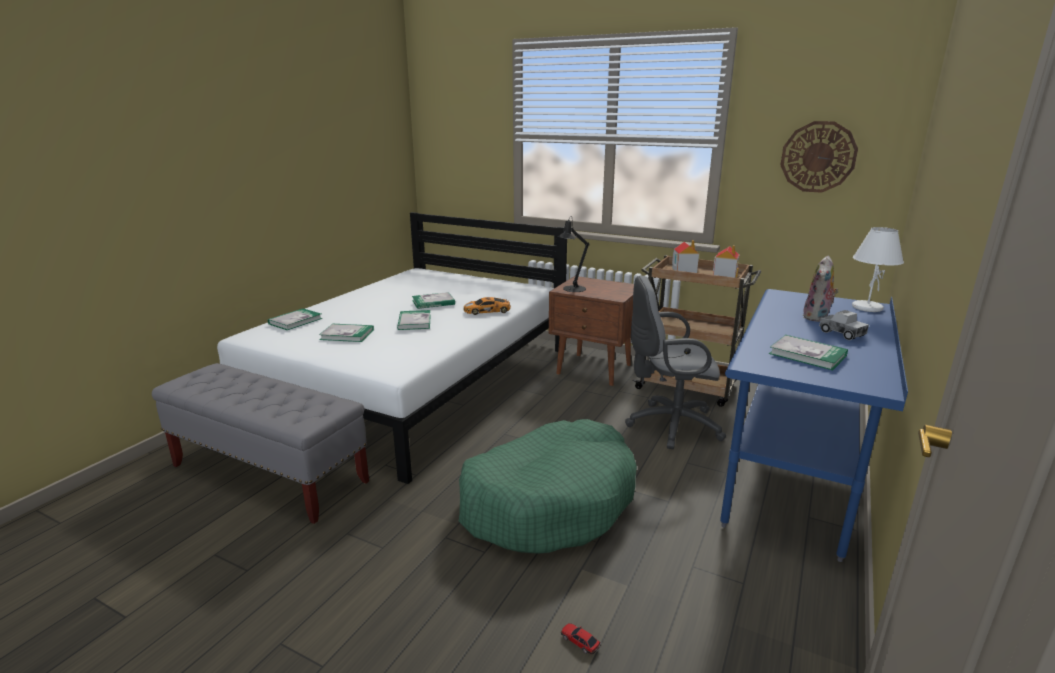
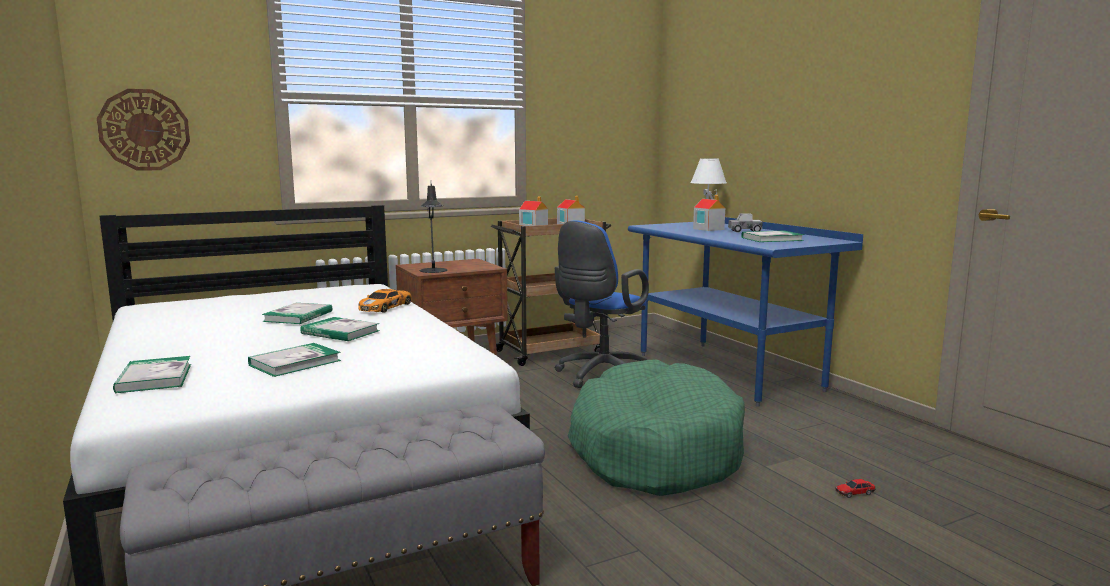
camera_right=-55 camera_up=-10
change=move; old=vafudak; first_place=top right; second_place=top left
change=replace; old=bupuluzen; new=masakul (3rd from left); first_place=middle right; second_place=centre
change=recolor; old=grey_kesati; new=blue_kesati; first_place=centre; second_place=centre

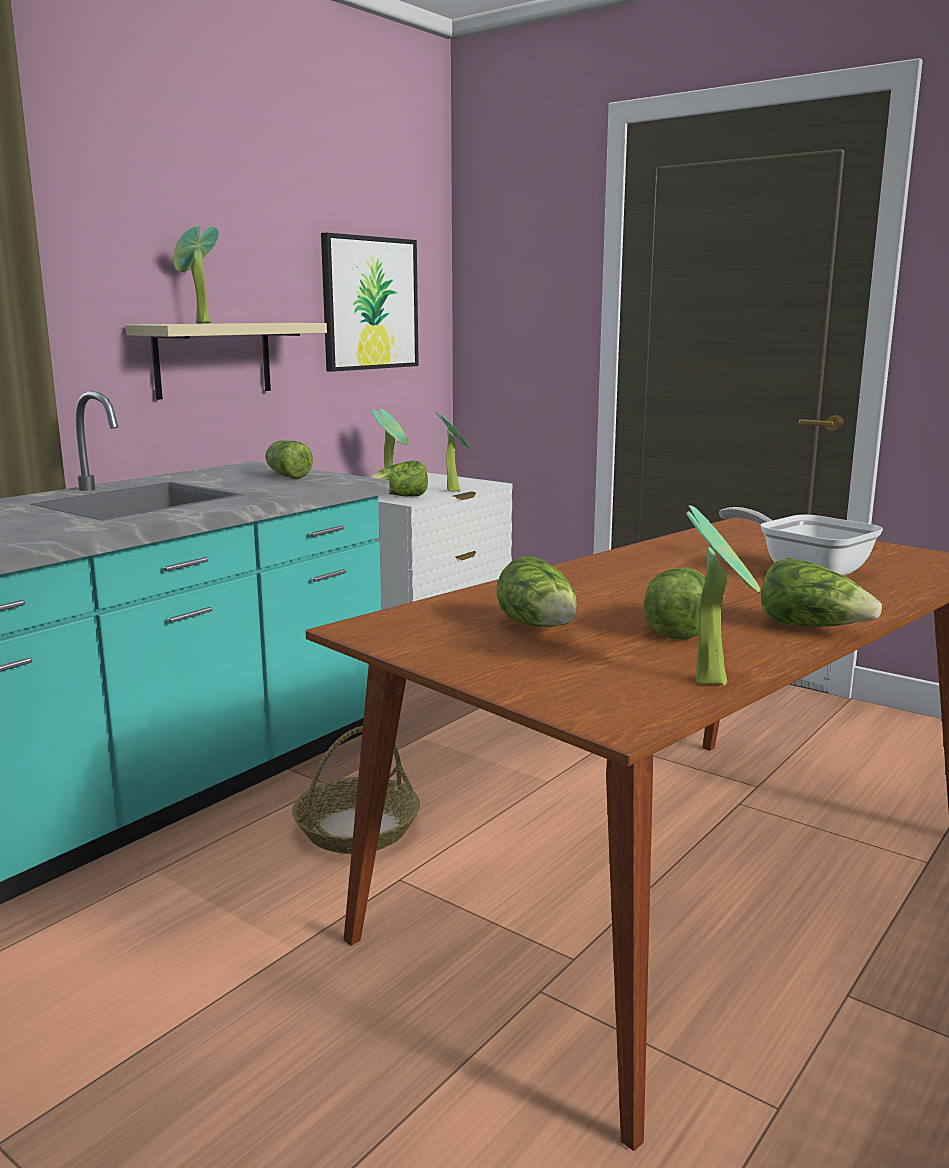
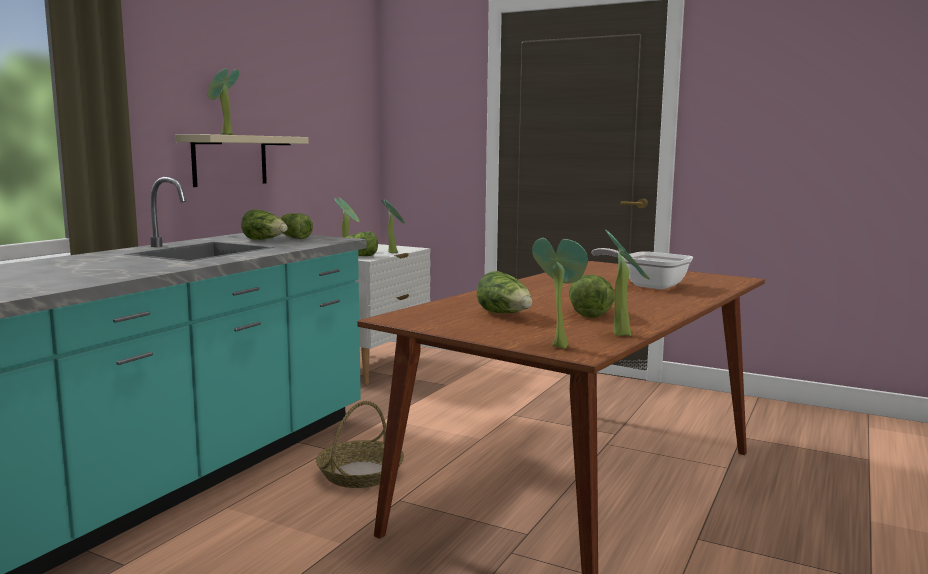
camera_right=-10 camera_up=-5
change=delete; old=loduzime; first_place=top centre
change=move; old=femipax (5th from left in the first image); new=femipax (1st from left); first_place=middle right; second_place=middle left
change=insert; new=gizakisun (4th from left); second_place=centre

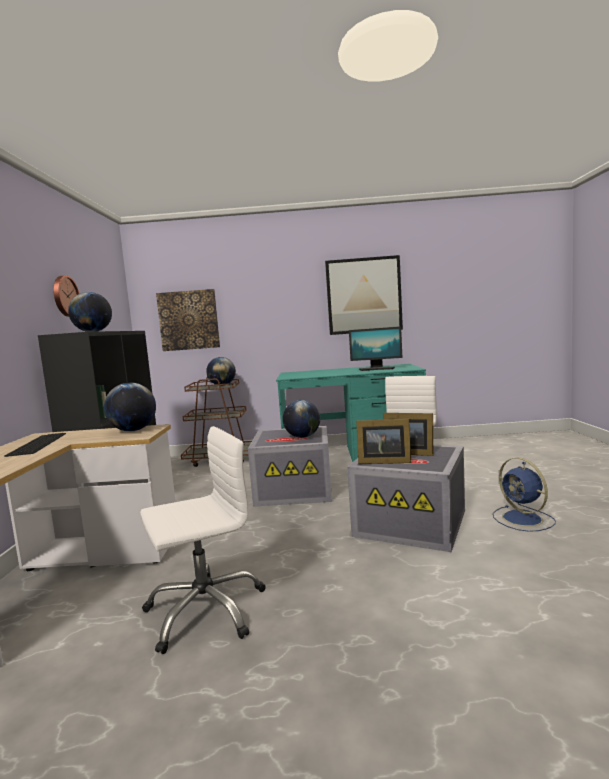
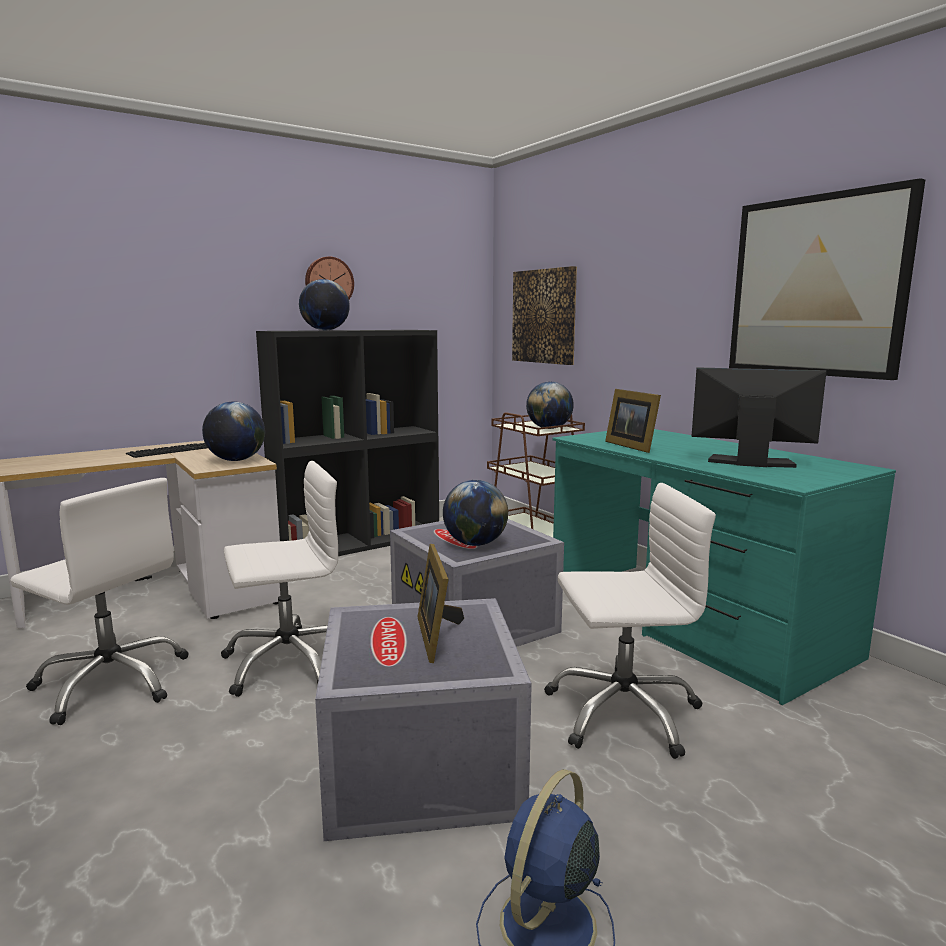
camera_right=55 camera_up=5
change=rotate; old=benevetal; first_place=centre; second_place=middle right; degrees=135
change=move; old=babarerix (1st from left in the first image); new=babarerix (2nd from left); first_place=centre; second_place=middle right
change=insert; new=white_kesati (2nd from left); second_place=middle left

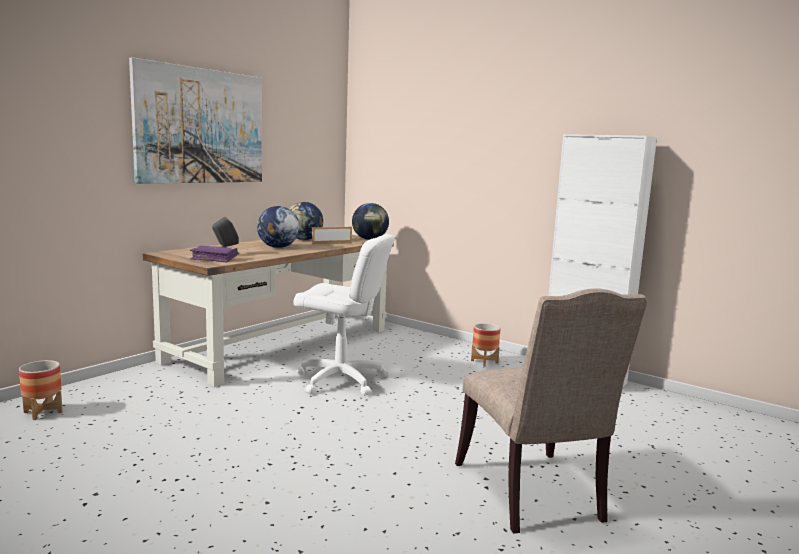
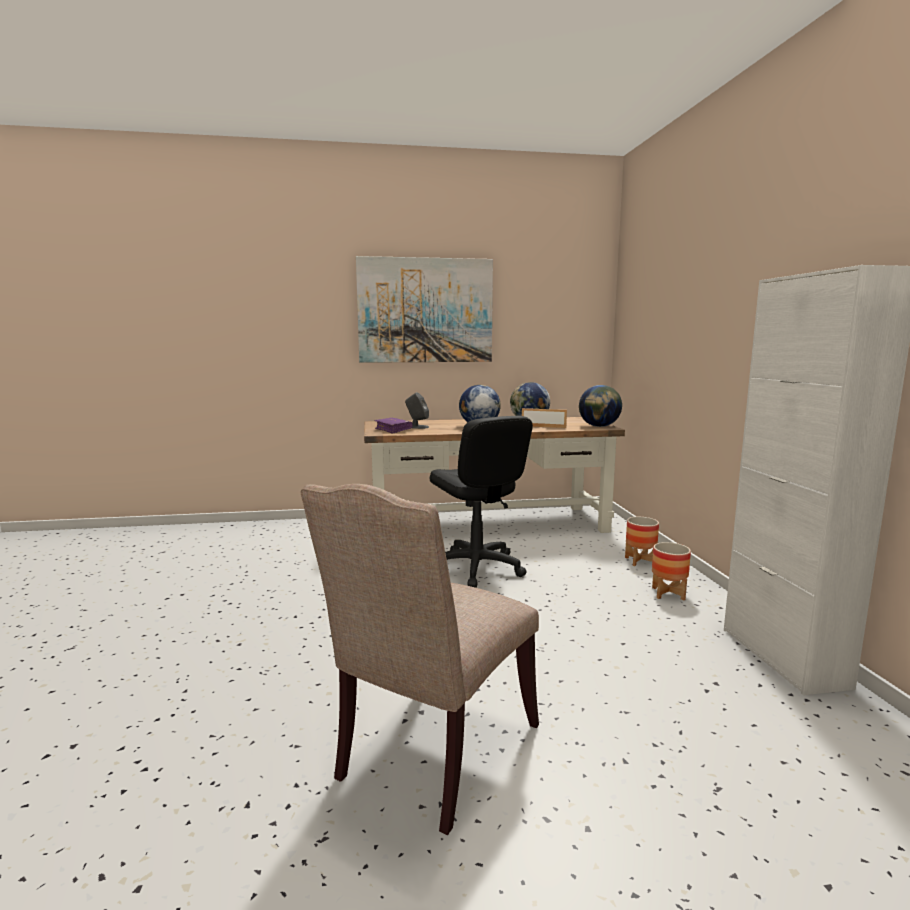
camera_right=45 camera_up=0
change=recolor; old=white_kesati; new=black_kesati; first_place=centre; second_place=centre
change=move; old=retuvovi (1st from left); first_place=bottom left; second_place=middle right

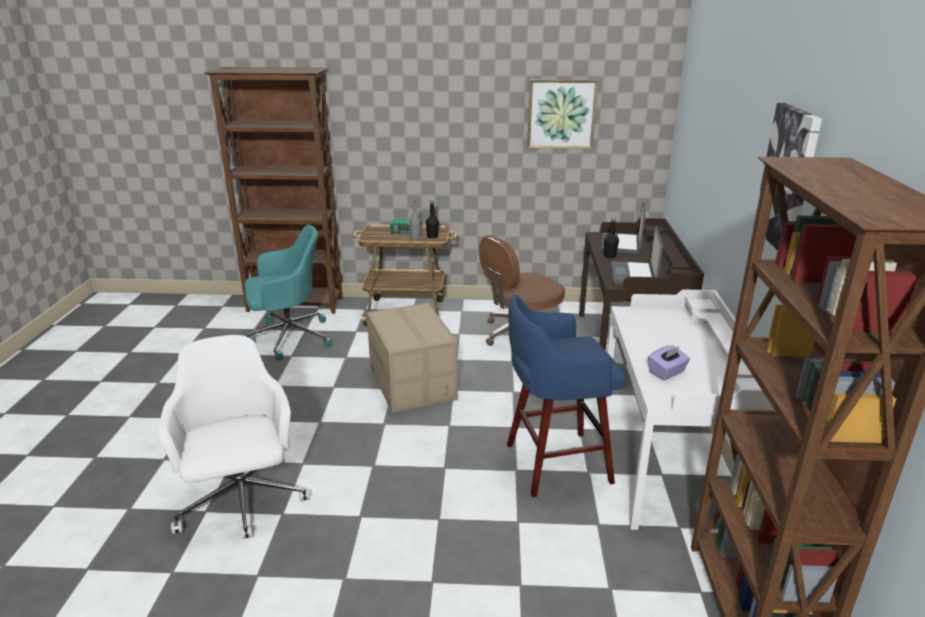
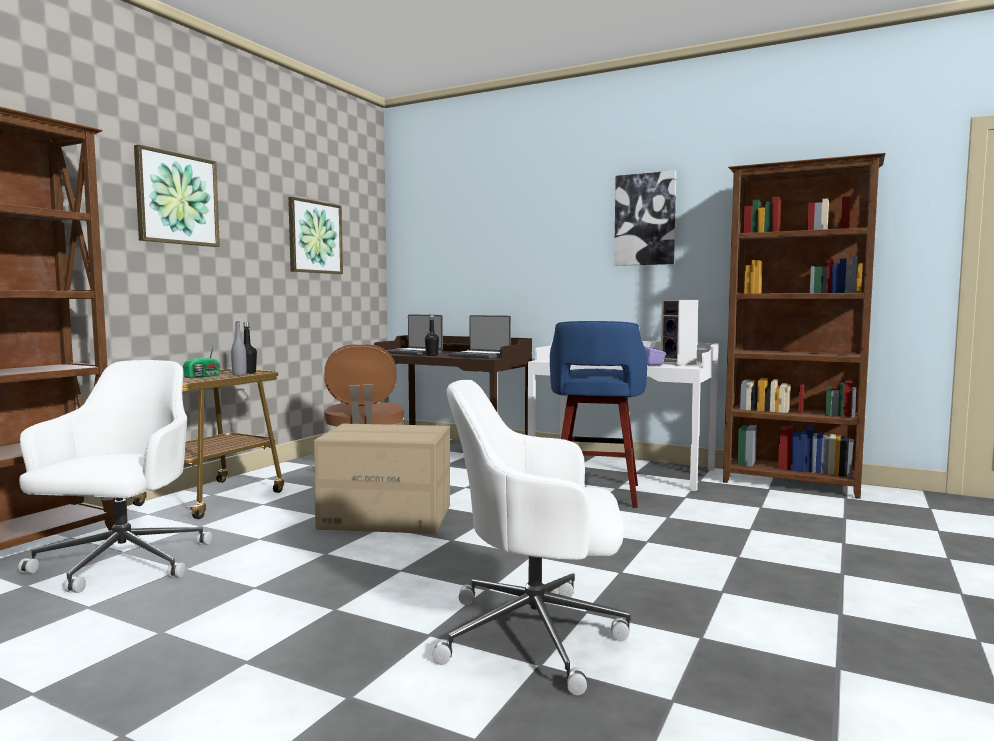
camera_right=-65 camera_up=-20
change=recolor; old=turquoise_kesati; new=white_kesati (1st from left); first_place=middle left; second_place=middle left
change=insert; new=loduzime (1st from left); second_place=top left
change=insert; new=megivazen; second_place=middle right

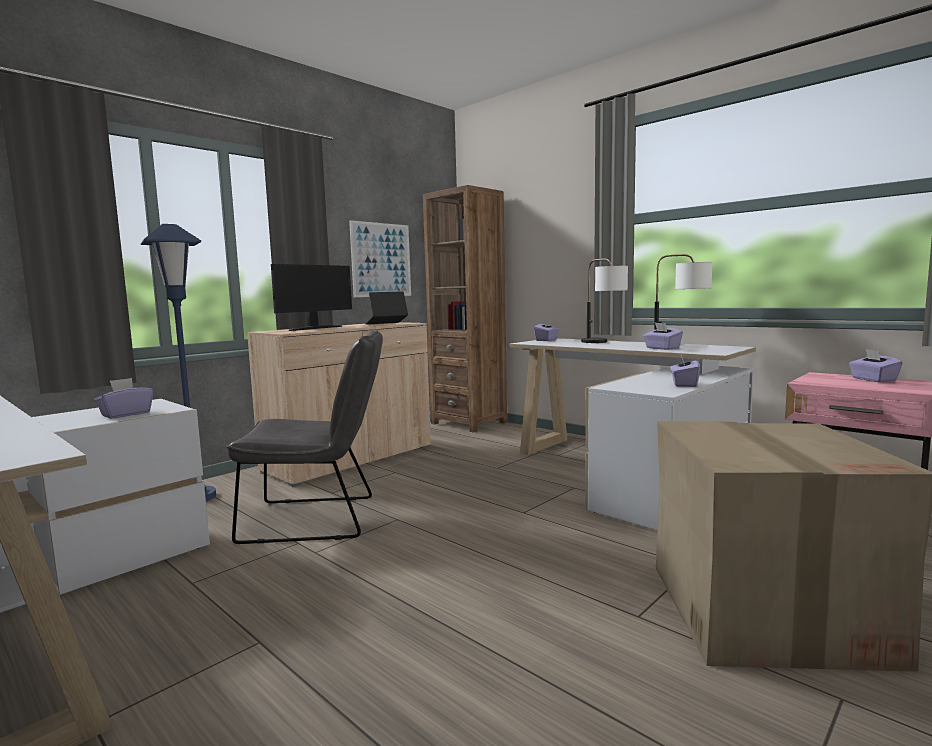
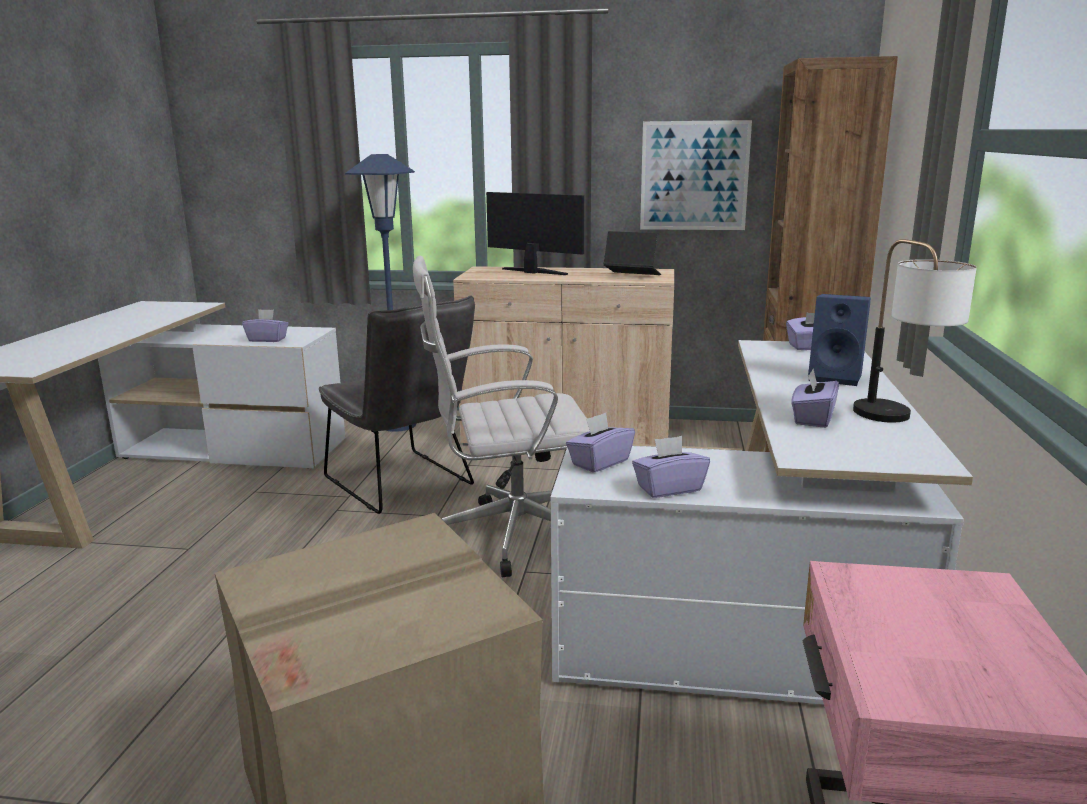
camera_right=55 camera_up=10
change=replace; old=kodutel (1st from left); new=blue_megivazen; first_place=centre; second_place=middle right
change=rotate; old=benevetal; first_place=centre; second_place=top centre; degrees=-150
change=move; old=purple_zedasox (5th from left in the first image); new=purple_zedasox (2nd from left); first_place=middle right; second_place=centre
change=insert; new=white_kesati; second_place=centre

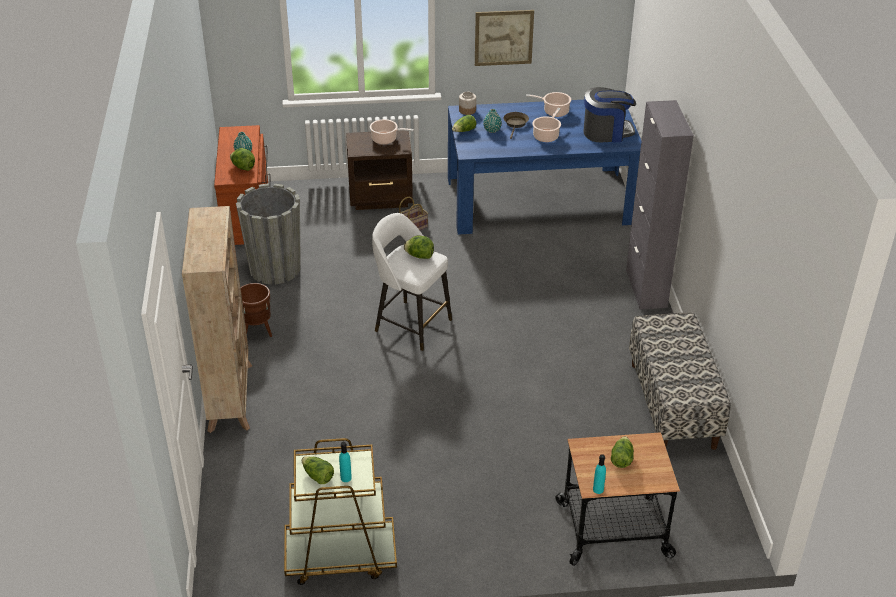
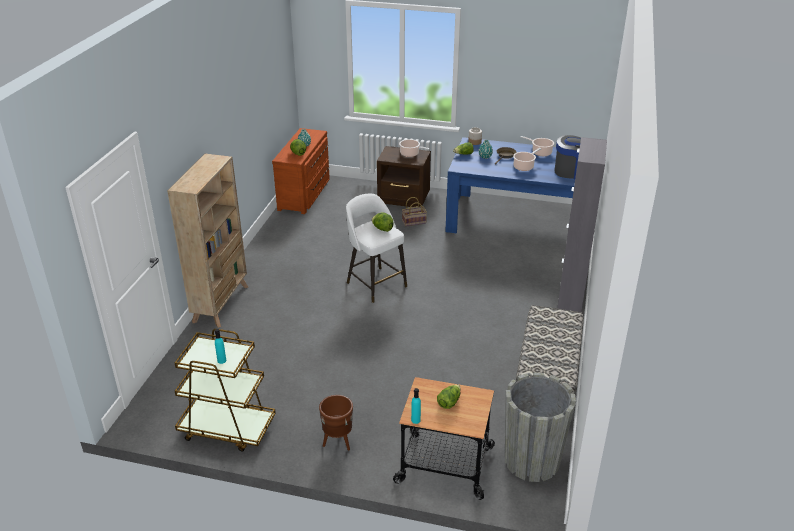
camera_right=20 camera_up=-5
change=delete; old=loduzime; first_place=top centre
change=move; old=grey_retuvovi; first_place=middle left; second_place=bottom right
change=move; old=brown_retuvovi; first_place=middle left; second_place=bottom centre
change=delete; old=femipax (2nd from left); first_place=bottom centre

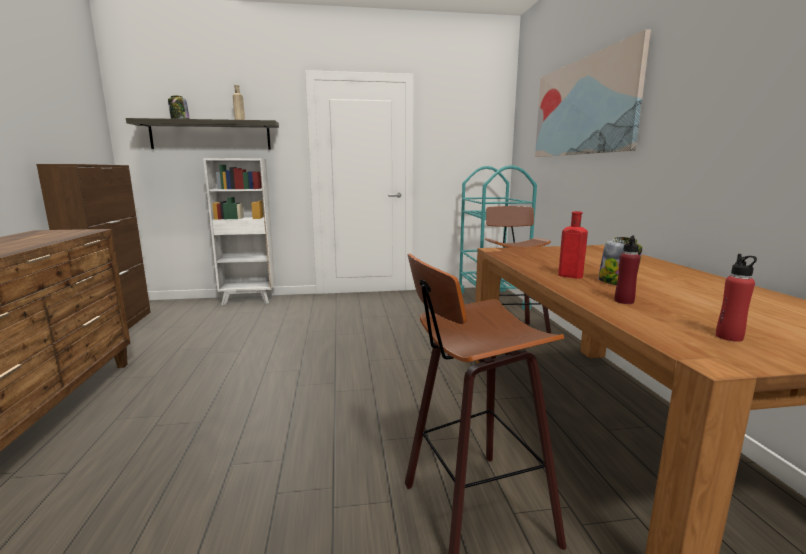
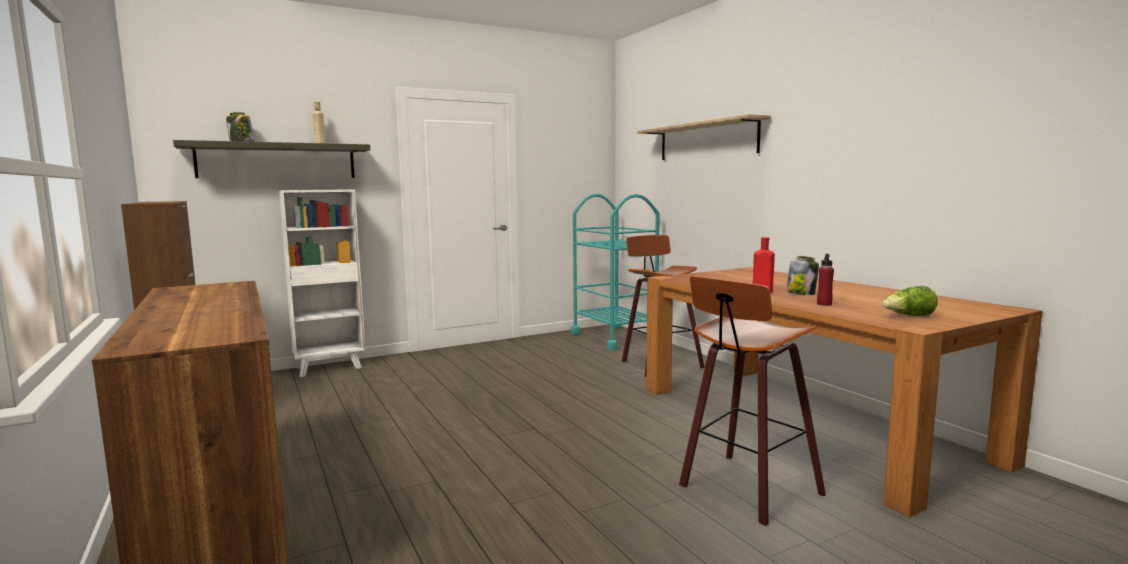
camera_right=-20 camera_up=-5
change=replace; old=loduzime; new=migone (2nd from left); first_place=top right; second_place=top centre
change=replace; old=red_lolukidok (3rd from left); new=femipax; first_place=middle right; second_place=middle right

